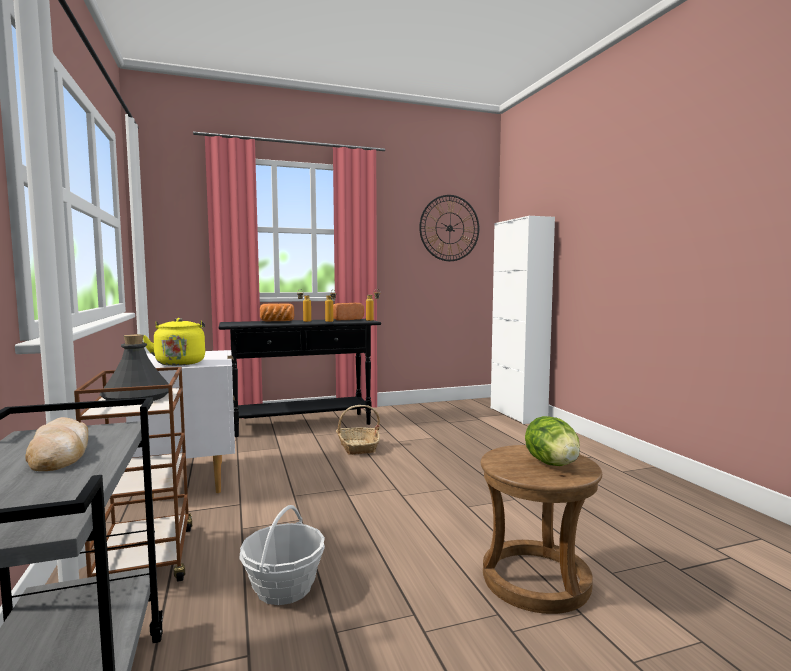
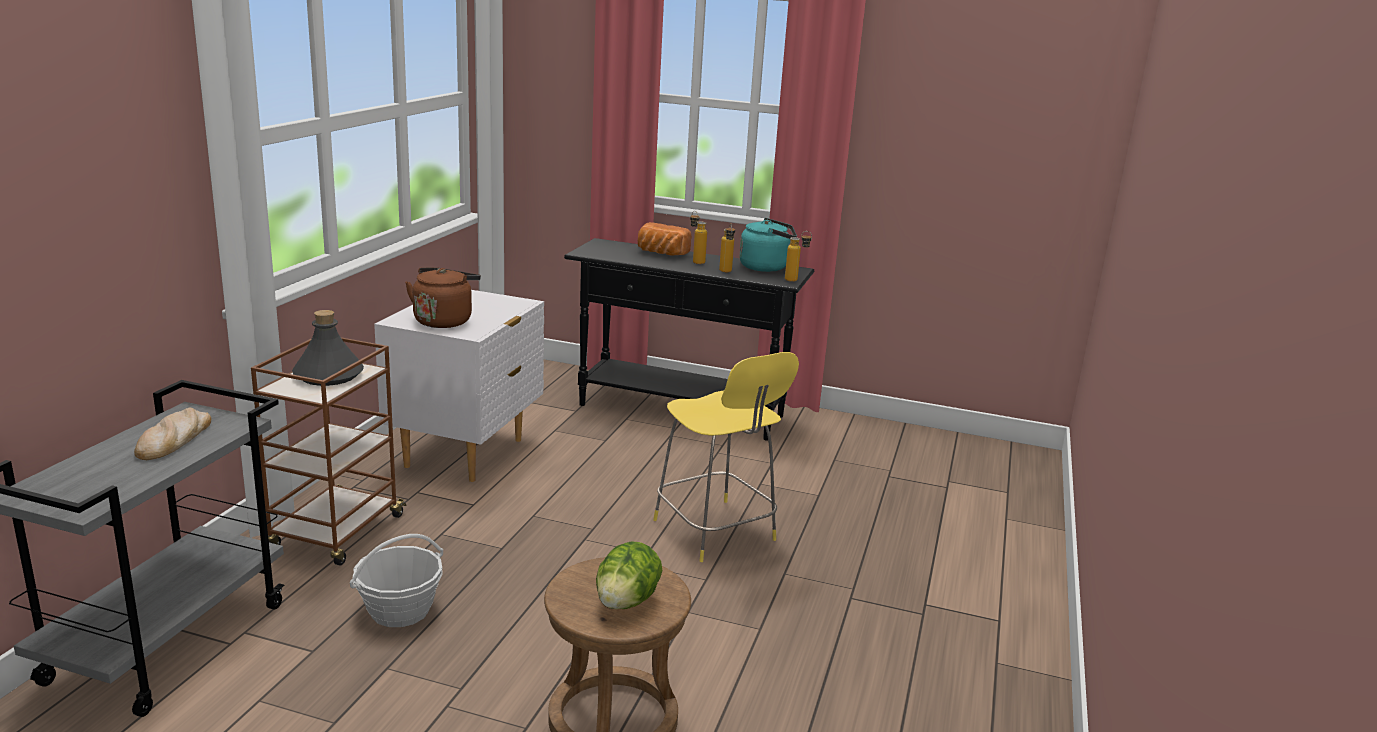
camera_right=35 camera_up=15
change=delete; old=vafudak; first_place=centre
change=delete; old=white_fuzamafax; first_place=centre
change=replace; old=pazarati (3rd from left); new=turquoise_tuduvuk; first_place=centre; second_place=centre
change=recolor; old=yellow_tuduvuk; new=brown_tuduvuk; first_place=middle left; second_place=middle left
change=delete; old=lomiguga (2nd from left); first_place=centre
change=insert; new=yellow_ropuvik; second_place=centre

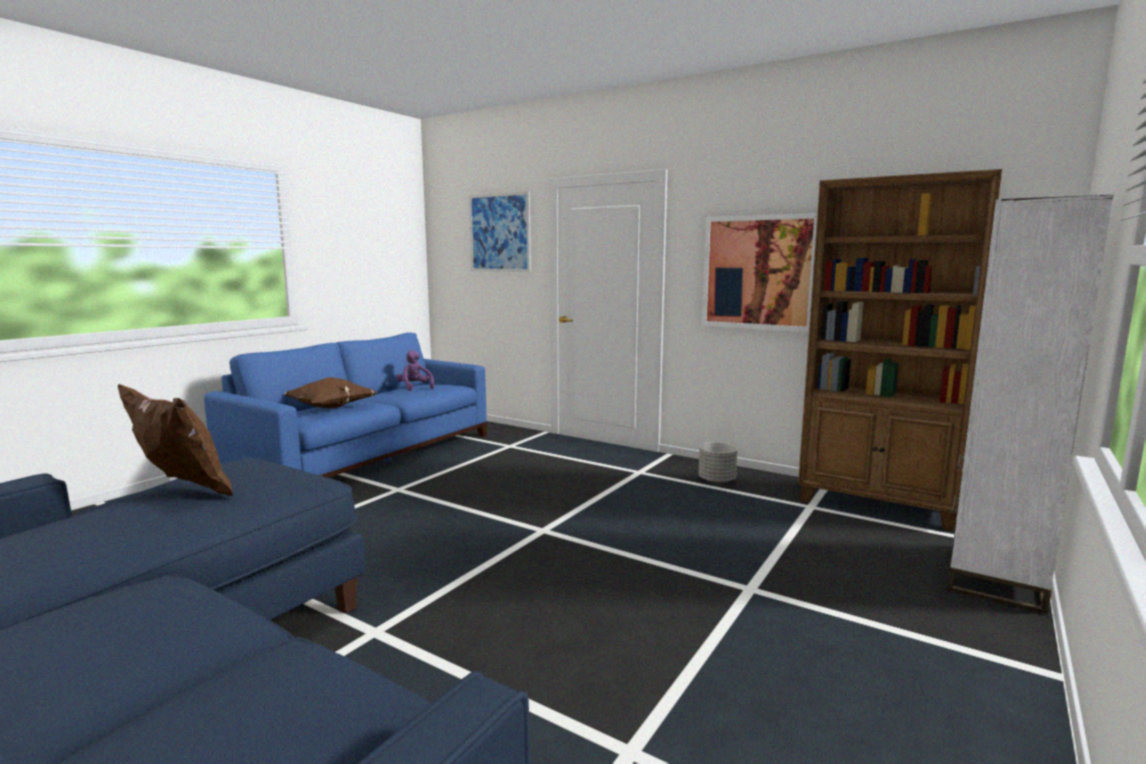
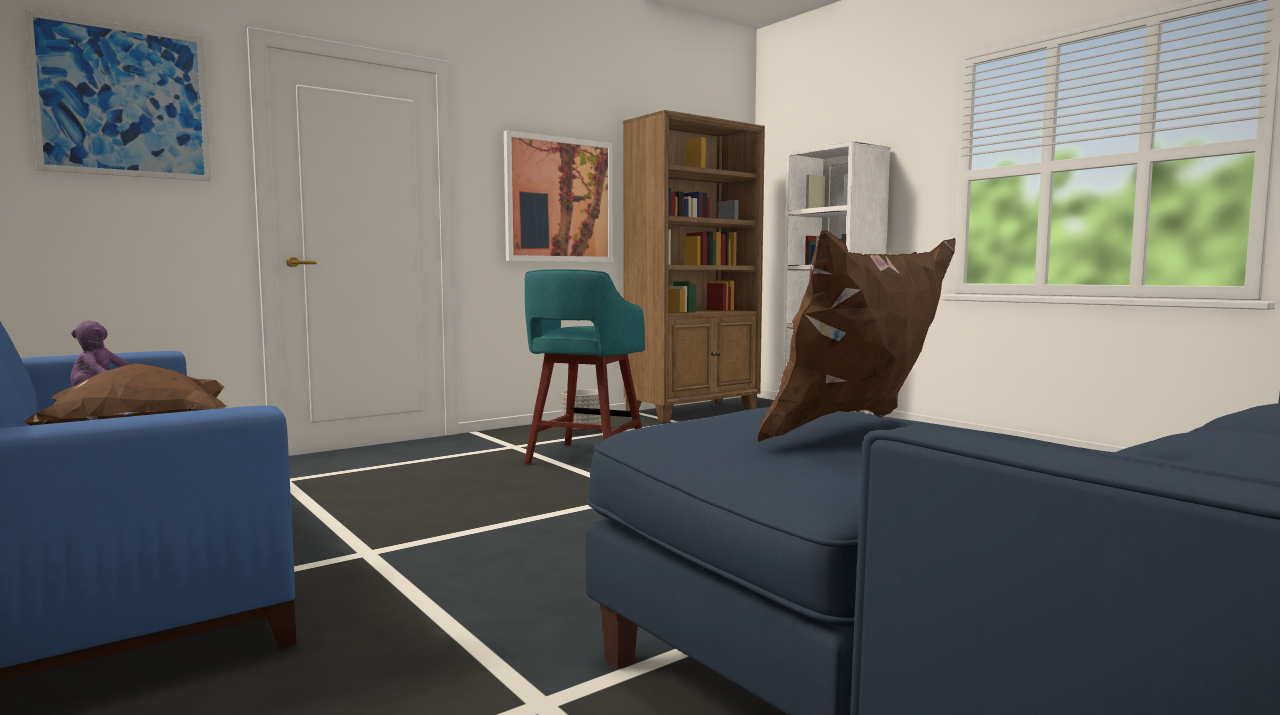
camera_right=-70 camera_up=-5
change=insert; new=turquoise_ropuvik; second_place=centre

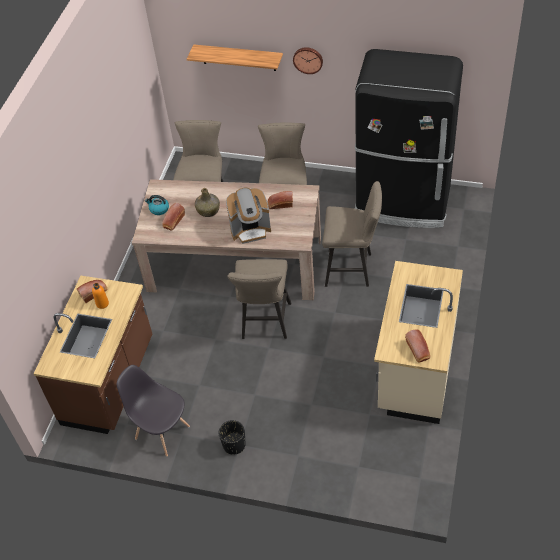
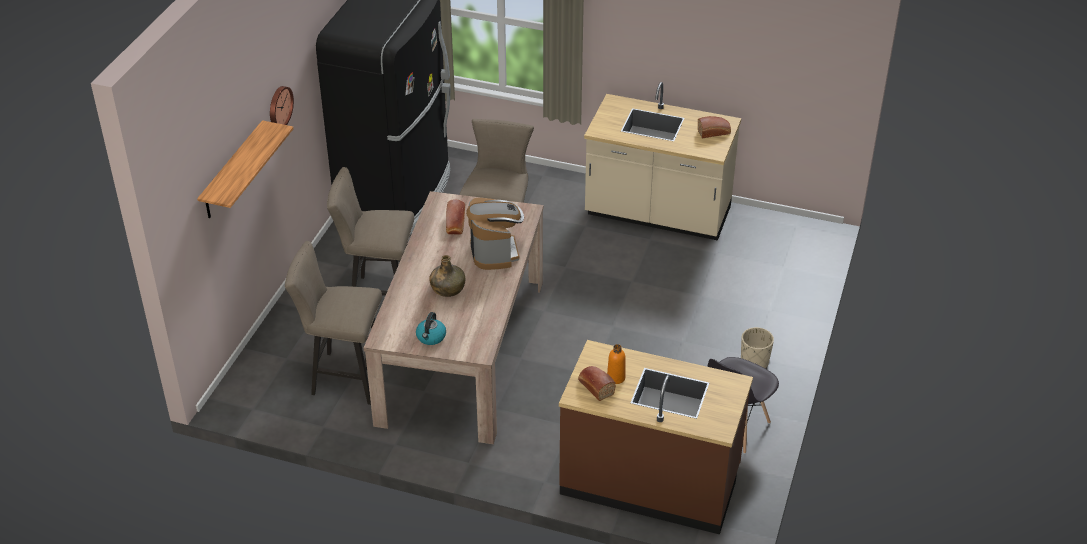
camera_right=-90 camera_up=-10
change=delete; old=pazarati (2nd from left); first_place=middle left
change=delete; old=beige_ropuvik (2nd from left); first_place=centre
change=recolor; old=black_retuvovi; new=beige_retuvovi; first_place=bottom centre; second_place=middle right

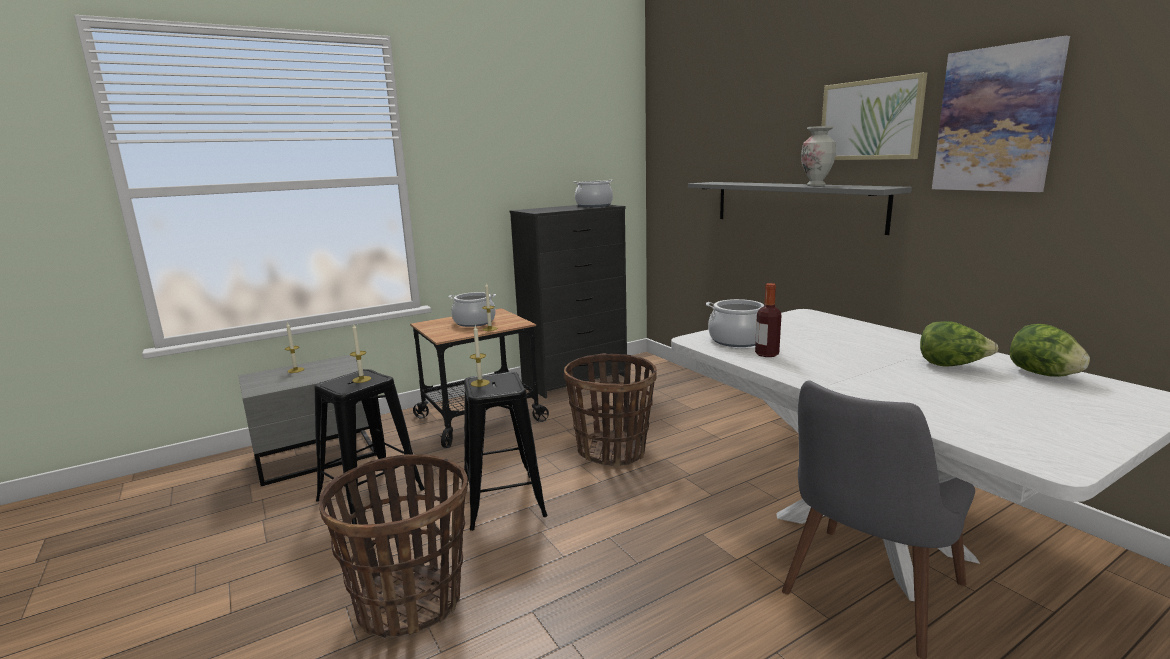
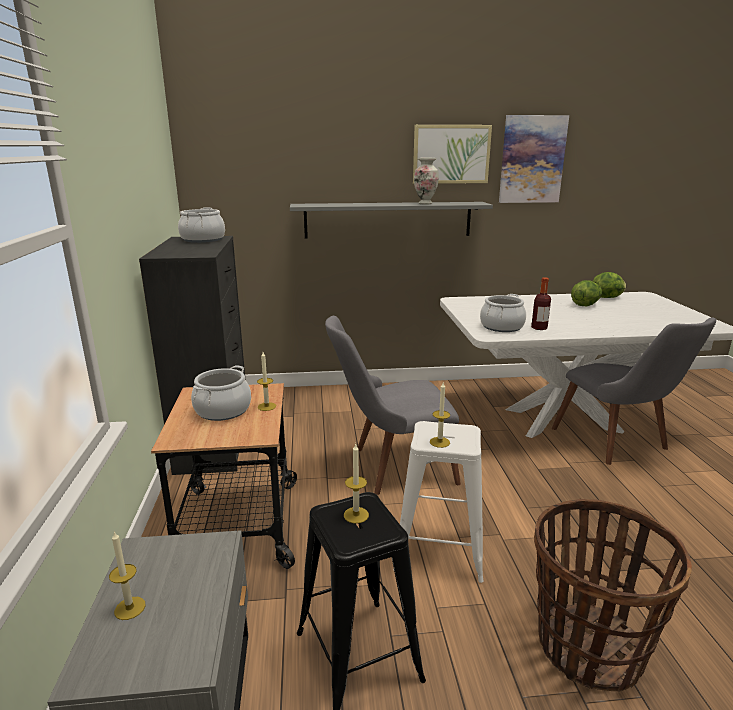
camera_right=-65 camera_up=5
change=replace; old=lomiguga (2nd from left); new=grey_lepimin (1st from left); first_place=centre; second_place=centre
change=recolor; old=black_ropuvik (2nd from left); new=white_ropuvik; first_place=bottom centre; second_place=bottom centre

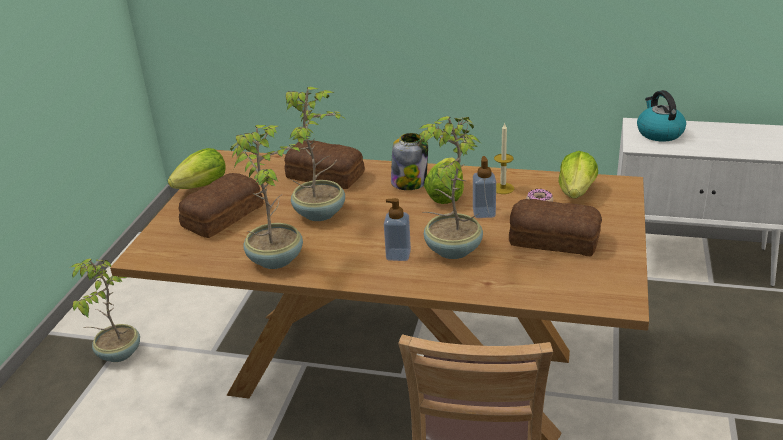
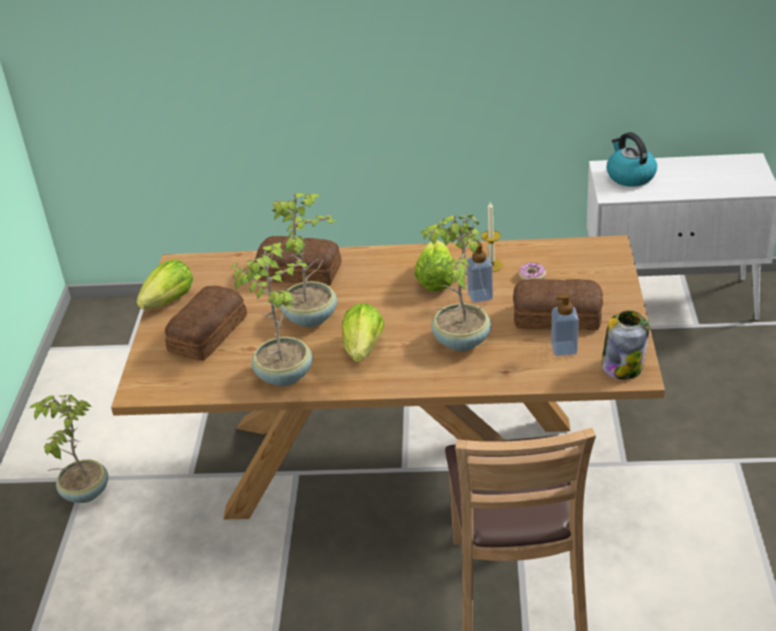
camera_right=-10 camera_up=5
change=move; old=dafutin; first_place=centre; second_place=middle right
change=move; old=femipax (3rd from left in the first image); new=femipax (2nd from left); first_place=middle right; second_place=centre
change=move; old=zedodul (1st from left in the first image); new=zedodul (2nd from left); first_place=centre; second_place=middle right

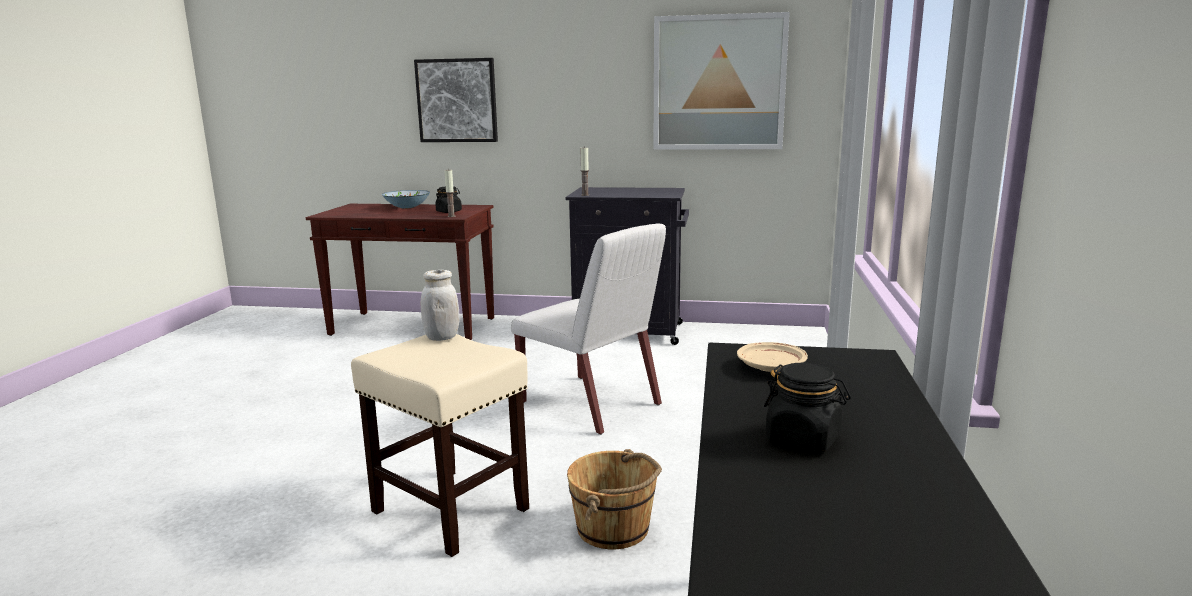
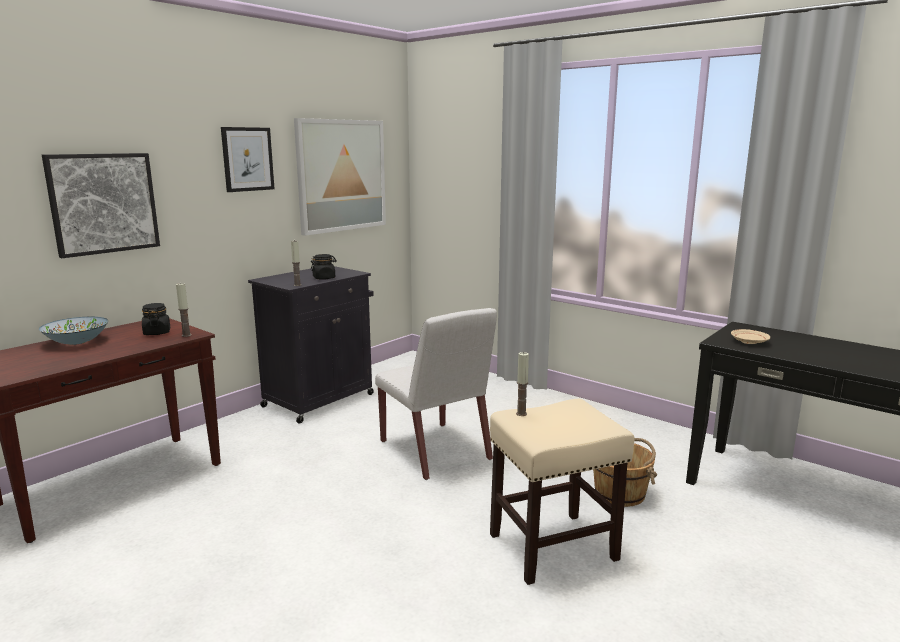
camera_right=-60 camera_up=0
change=rotate; old=white_lepimin; first_place=centre; second_place=centre; degrees=75
change=replace; old=white_dafutin; new=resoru (3rd from left); first_place=centre; second_place=centre
change=move; old=black_dafutin (2nd from left); first_place=bottom right; second_place=centre
change=insert; new=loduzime (2nd from left); second_place=top left

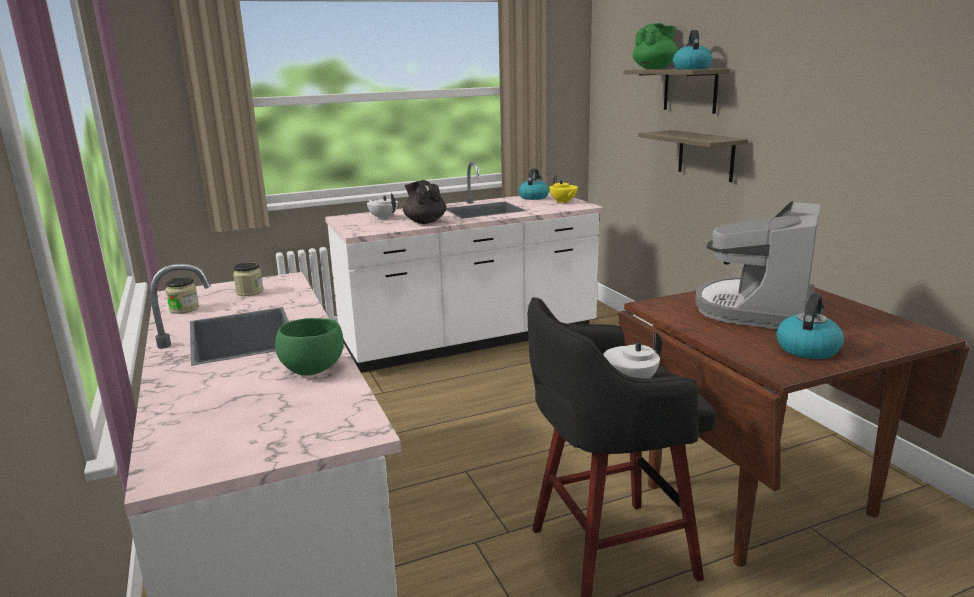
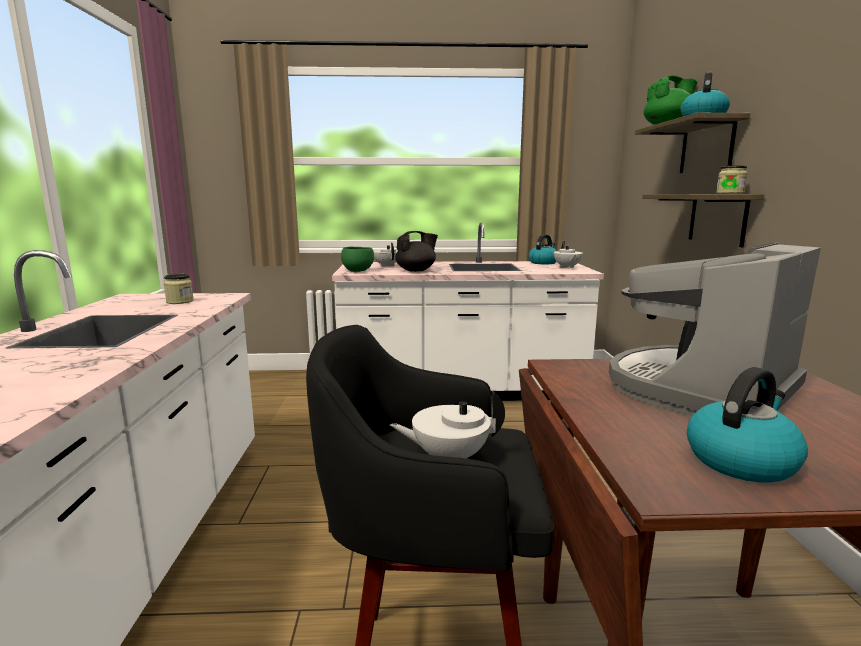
camera_right=20 camera_up=-5
change=recolor; old=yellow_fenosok; new=white_fenosok (3rd from left); first_place=top centre; second_place=centre
change=rotate; old=black_fenosok; first_place=centre; second_place=centre; degrees=75
change=move; old=dafutin (1st from left in the first image); new=dafutin (2nd from left); first_place=middle left; second_place=top right
change=move; old=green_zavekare; first_place=middle left; second_place=centre

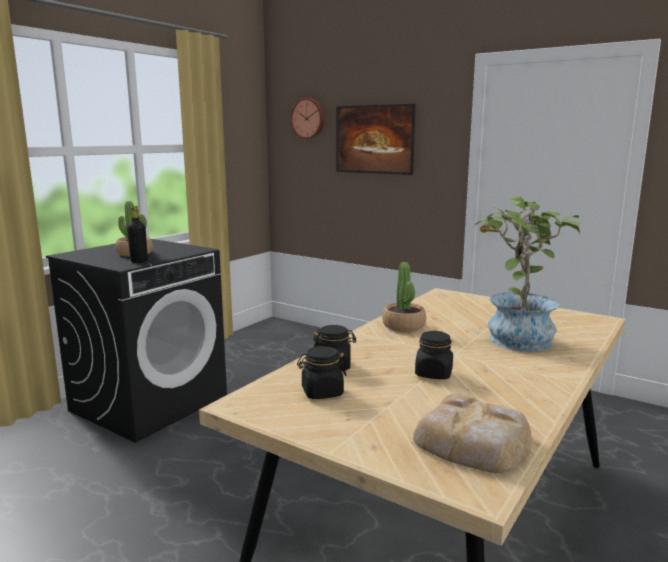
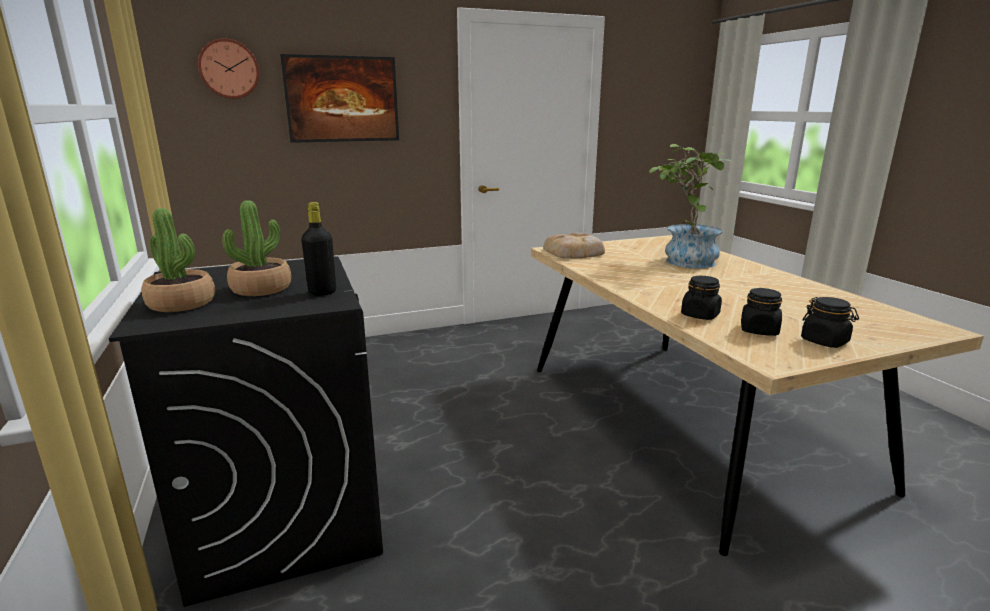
camera_right=-55 camera_up=5
change=move; old=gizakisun (2nd from left in the first image); new=gizakisun (1st from left); first_place=centre; second_place=middle left
change=move; old=black_dafutin (3rd from left); first_place=centre; second_place=middle right
change=move; old=pazarati; first_place=bottom right; second_place=centre

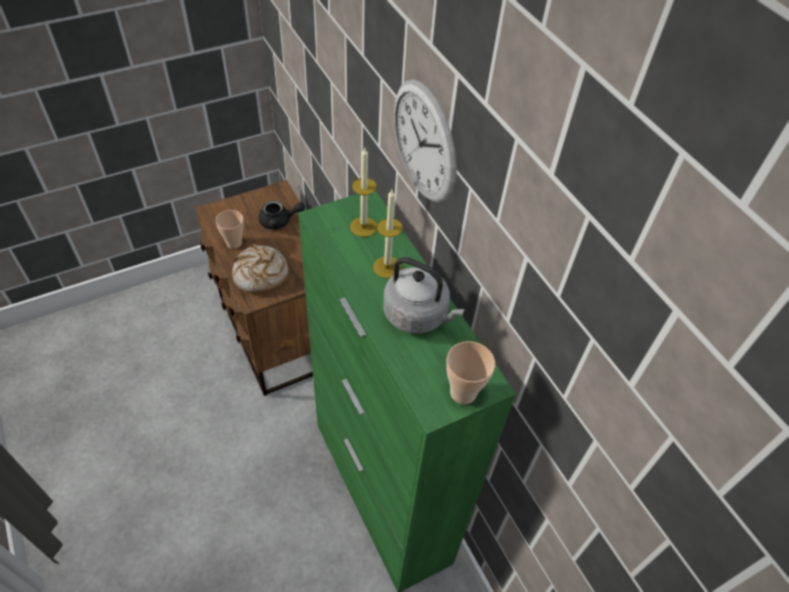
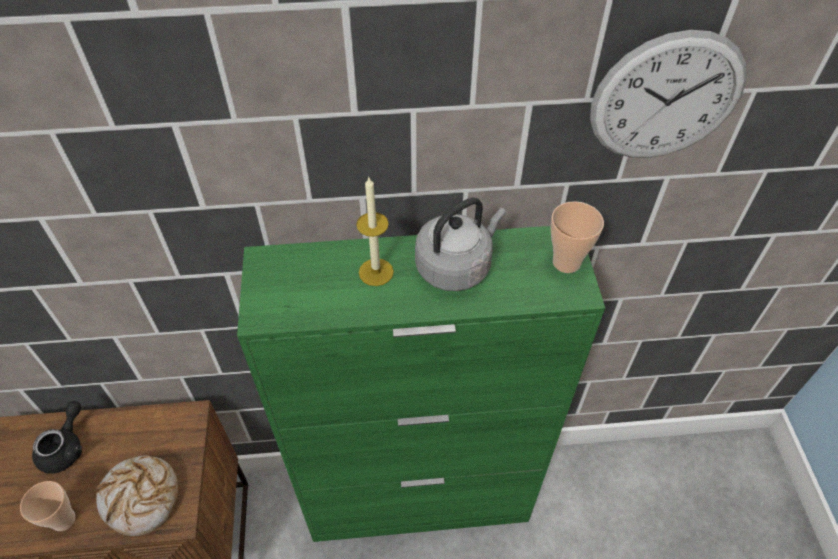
camera_right=-65 camera_up=0
change=move; old=vafudak; first_place=top centre; second_place=top right
change=delete; old=resoru (1st from left); first_place=top centre

